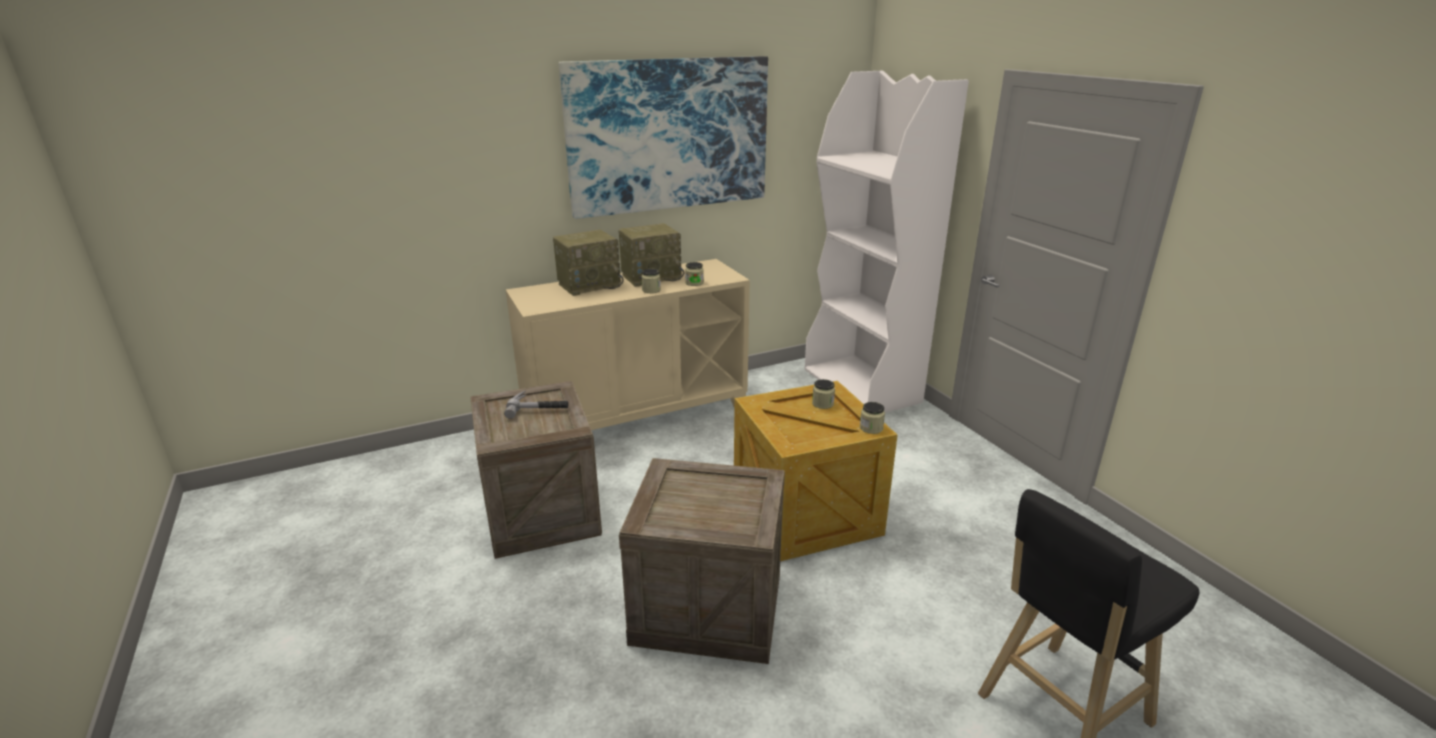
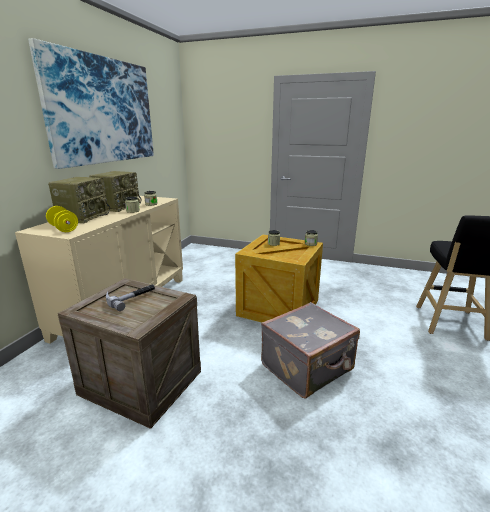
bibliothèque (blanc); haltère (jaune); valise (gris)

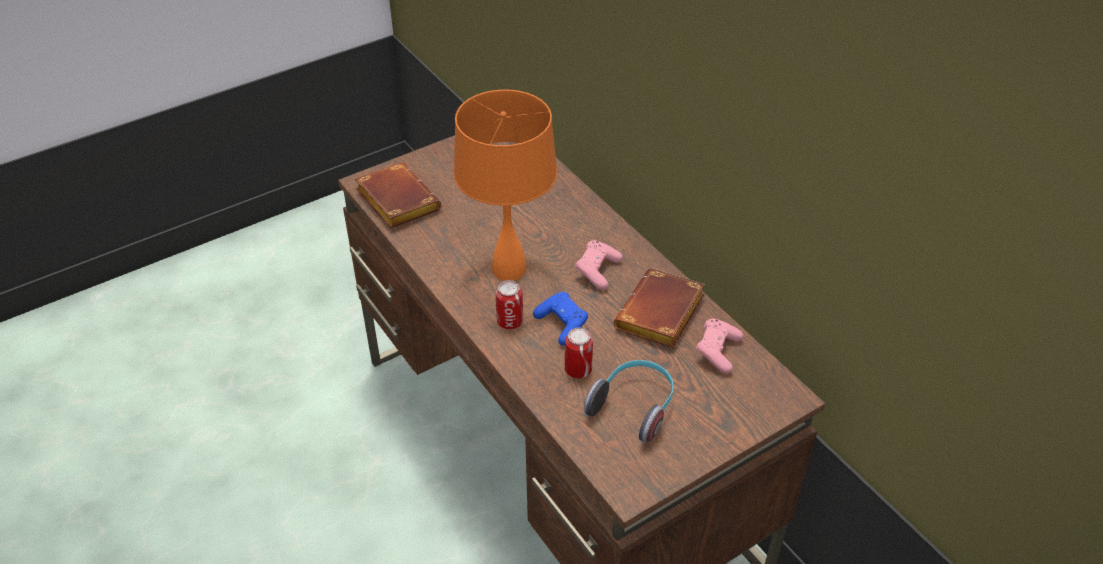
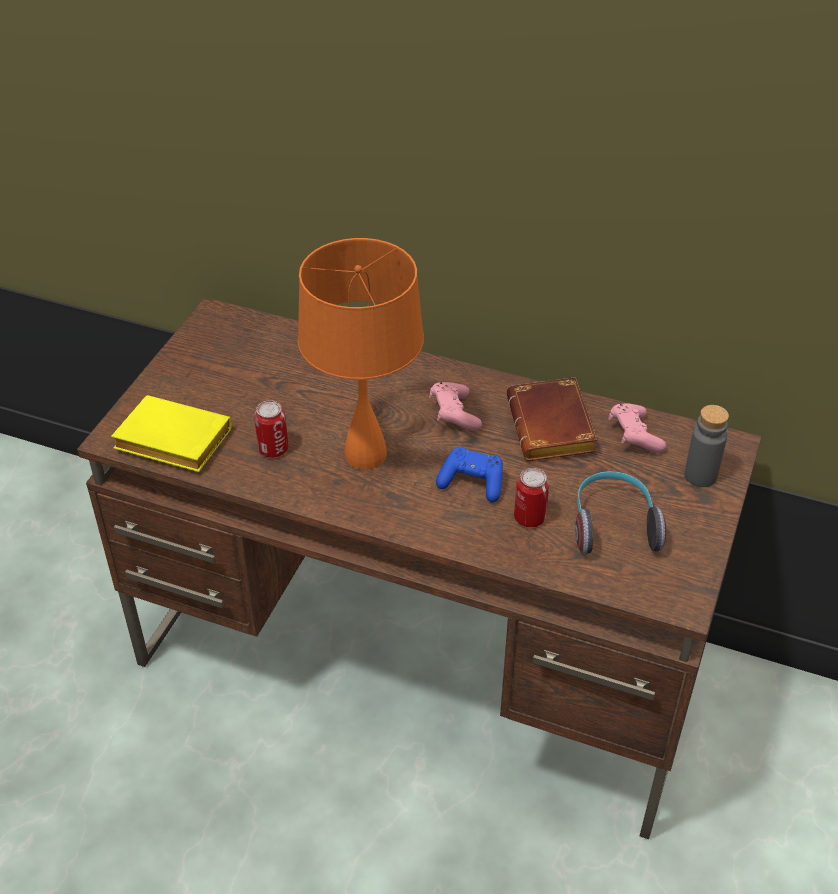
bouteille (gris); boîte métallique (no. 1 from left); livre (jaune)

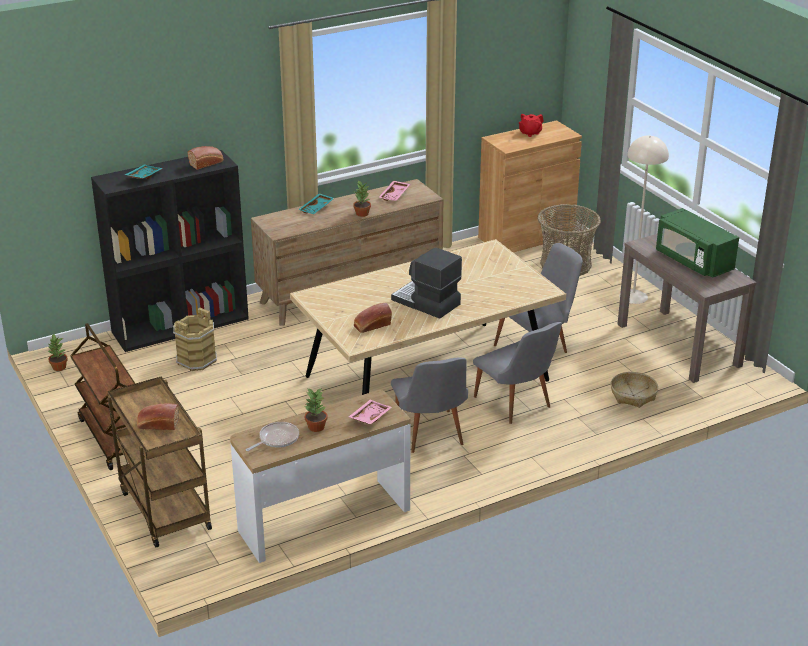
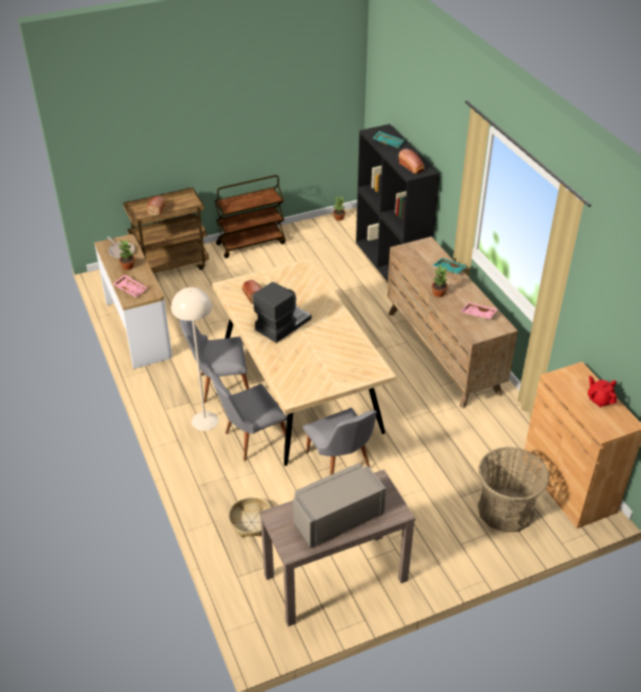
seau (marron); lampadaire (beige); micro-ondes (gris)

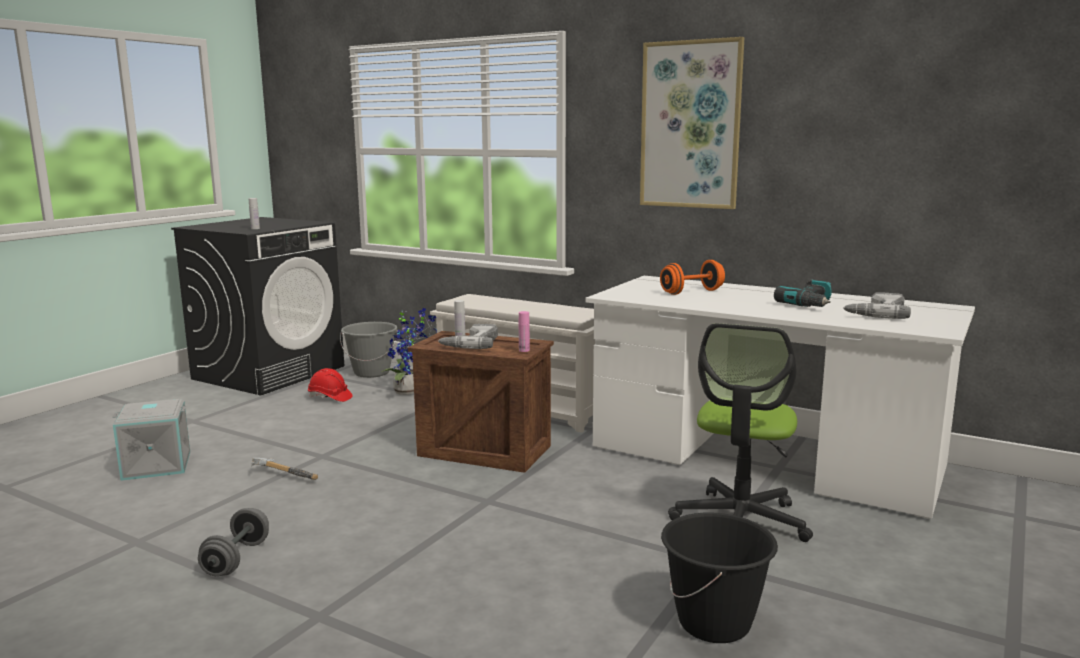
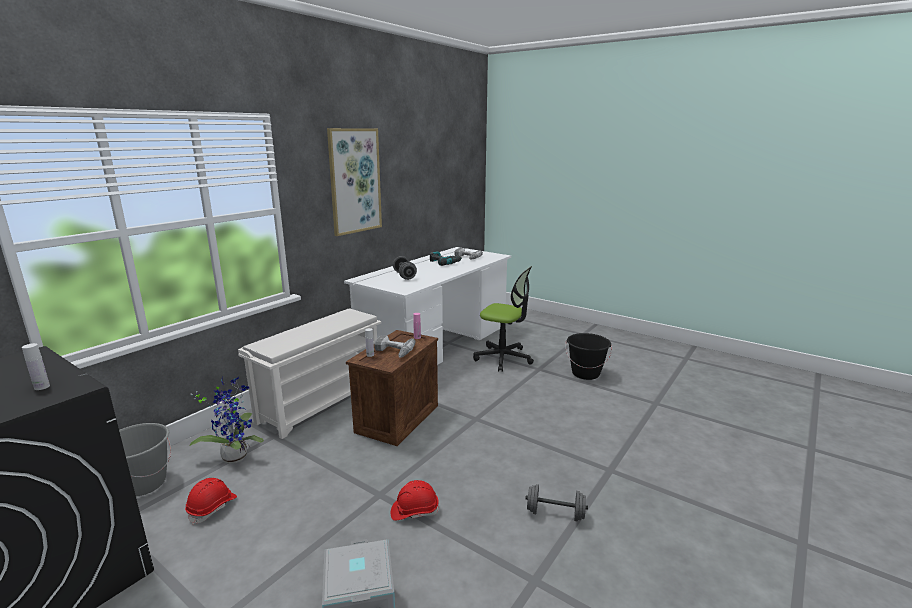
casque de chantier (rouge) (no. 2 from left); haltère (gris) (no. 1 from left)

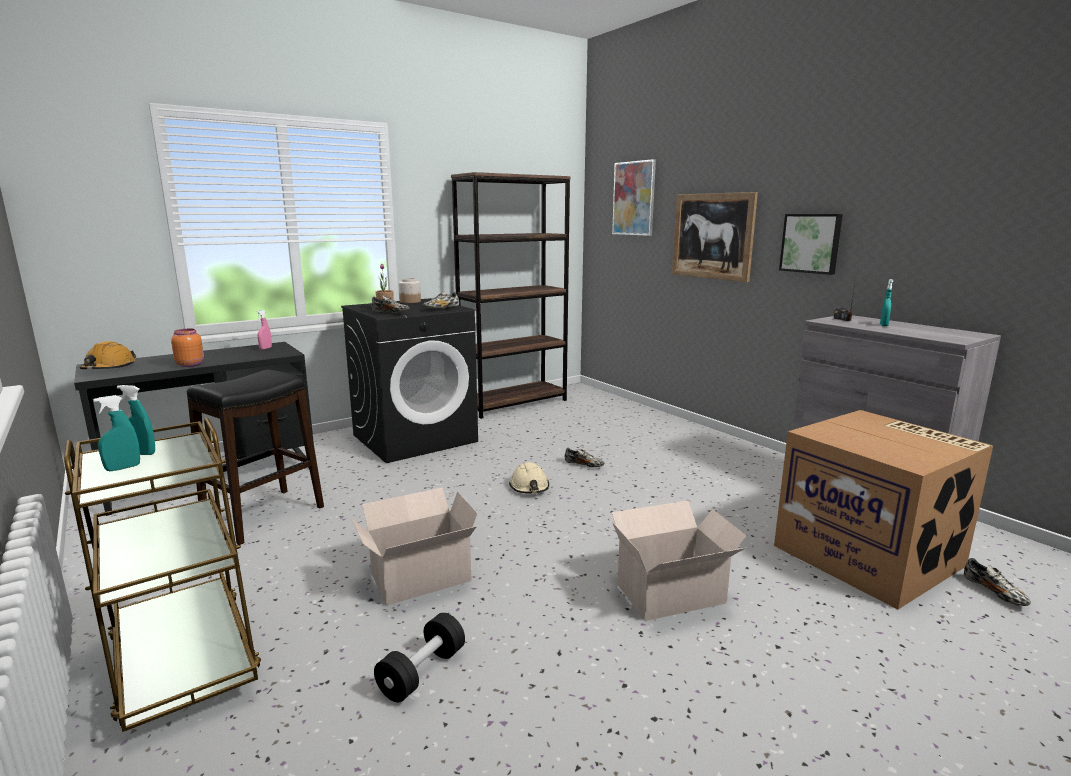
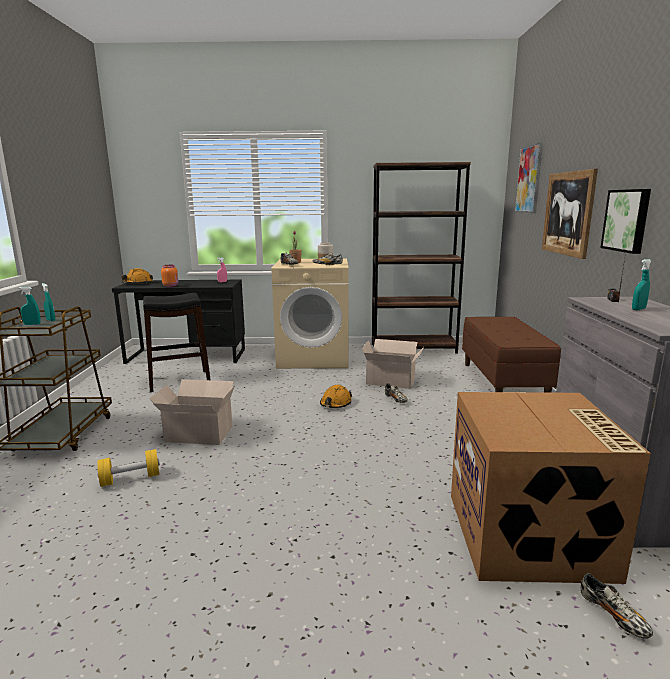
banc (marron); carton (no. 2 from left); lave-linge (beige); haltère (jaune); casque de chantier (orange) (no. 2 from left); chaussure (no. 4 from left)

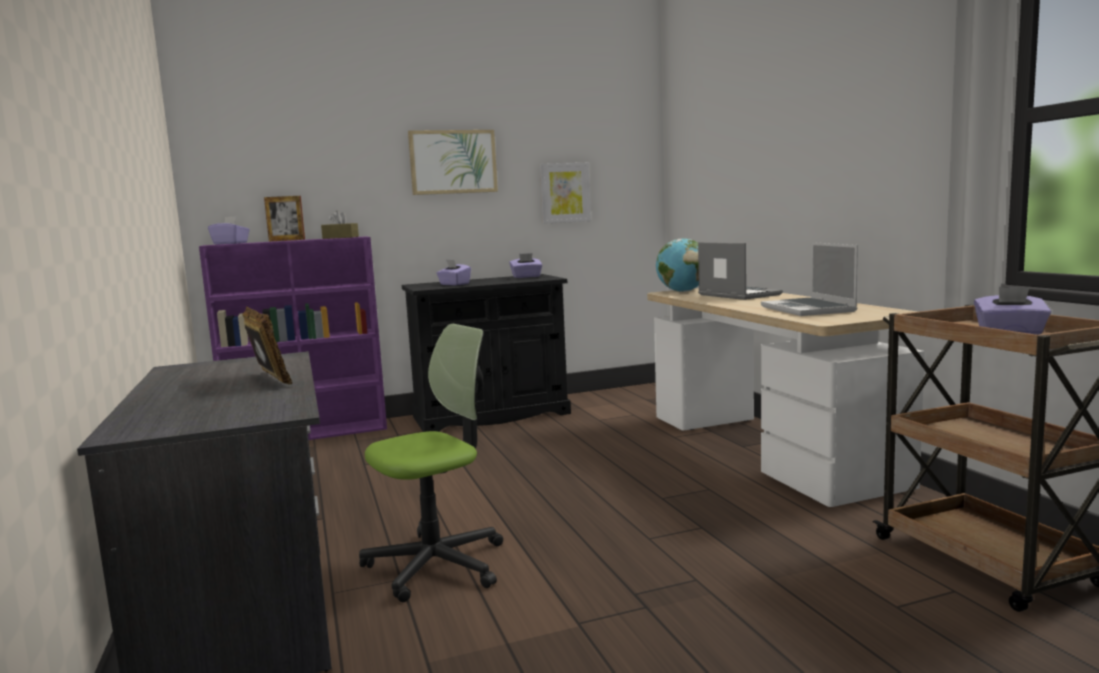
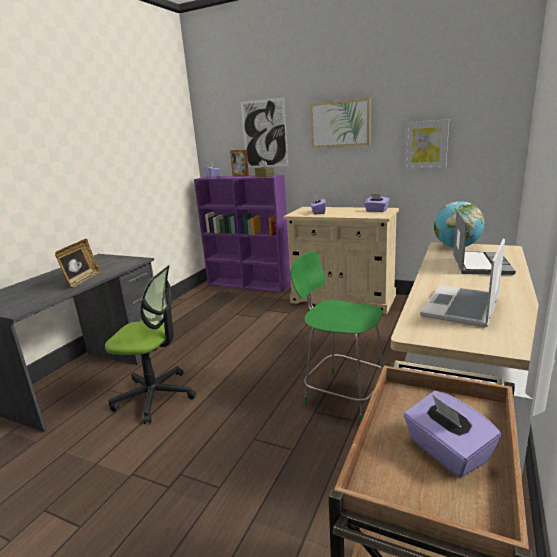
tableau (no. 1 from left); chaise (vert); meuble de rangement (beige)

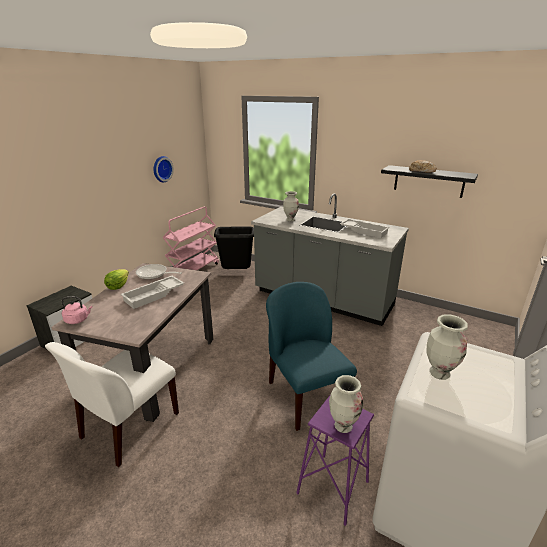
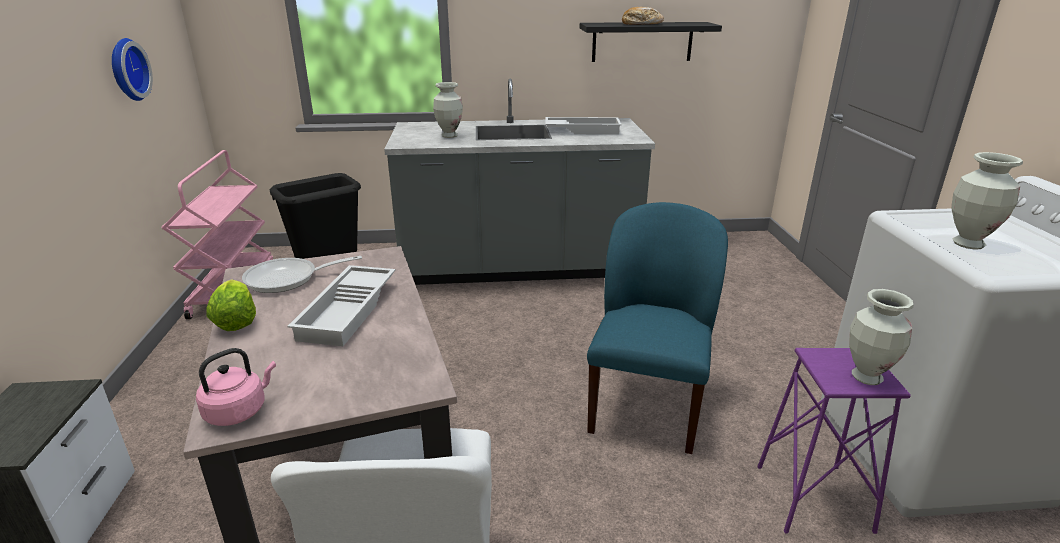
chaise (bleu)

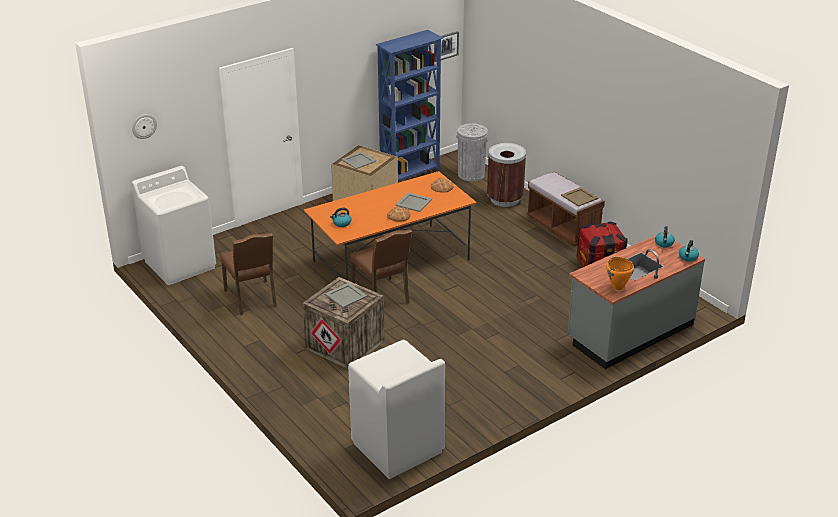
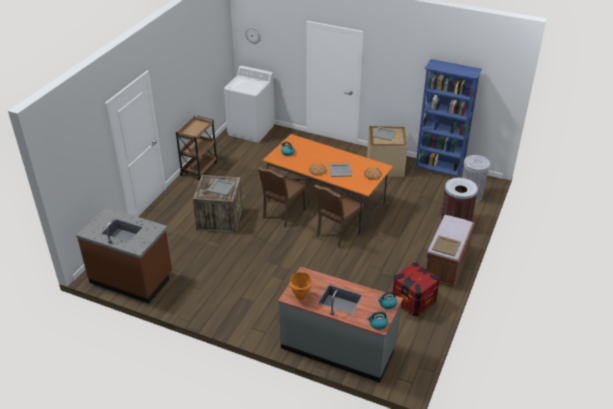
tableau; chariot (marron); chaise (marron) (no. 2 from left); comptoir de cuisine (marron)

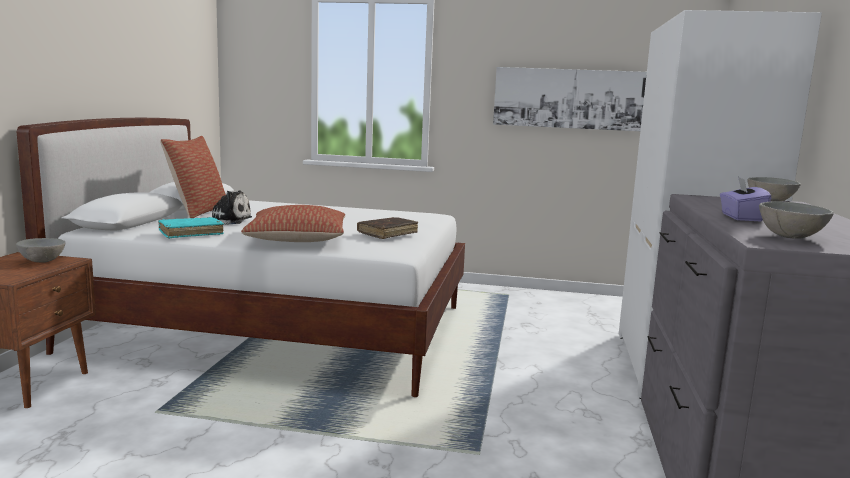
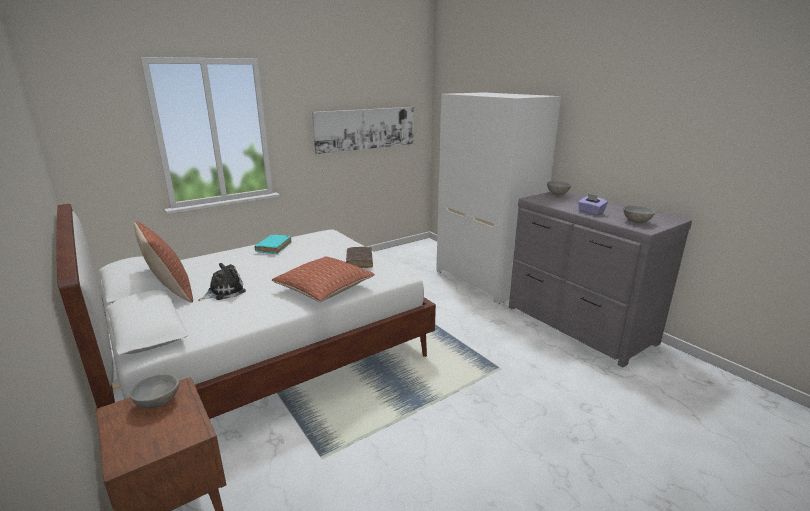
livre (turquoise)

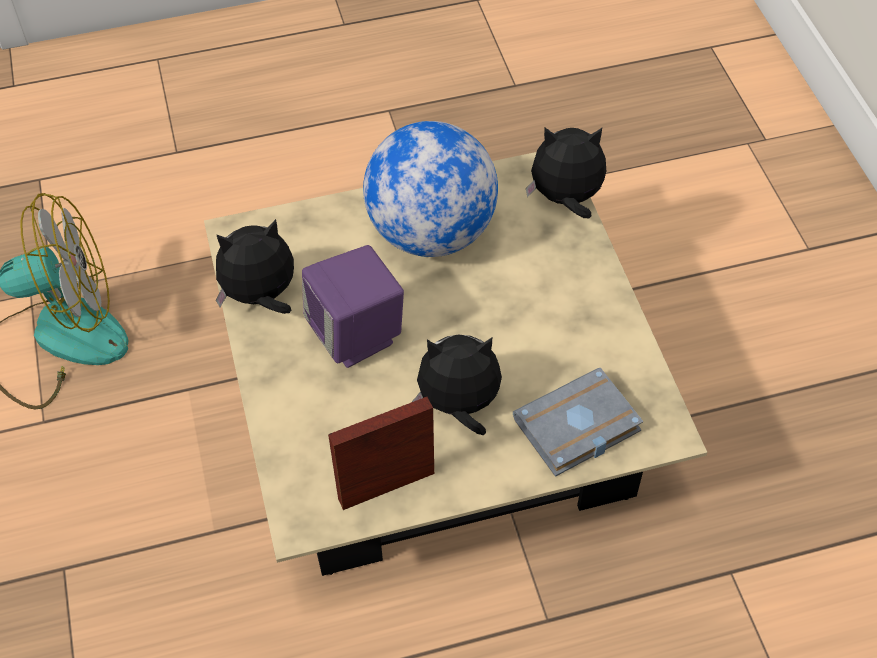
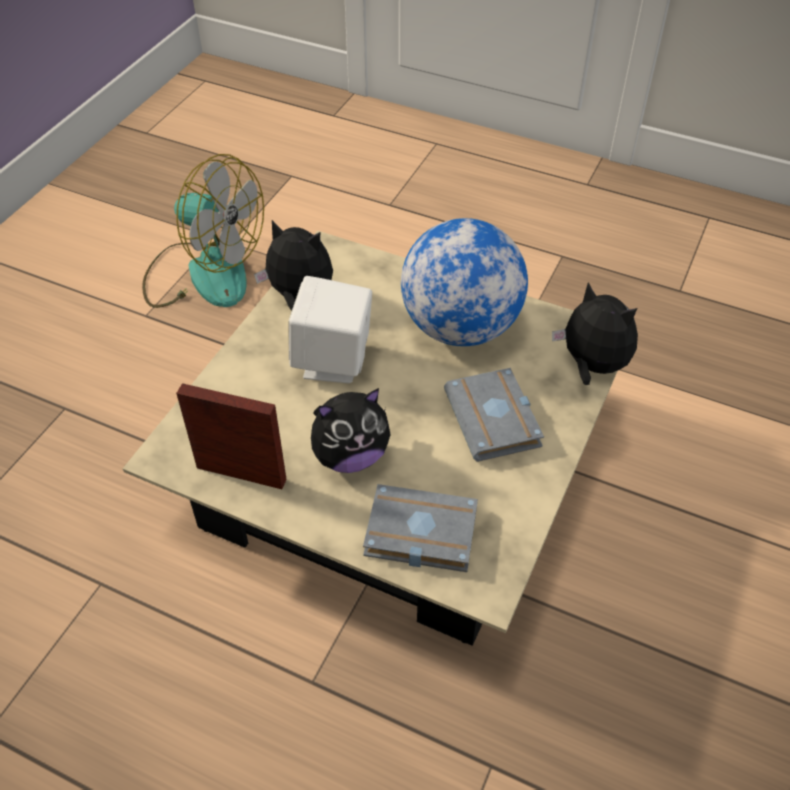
livre (gris) (no. 2 from left); enceinte (blanc); peluche (no. 2 from left)

